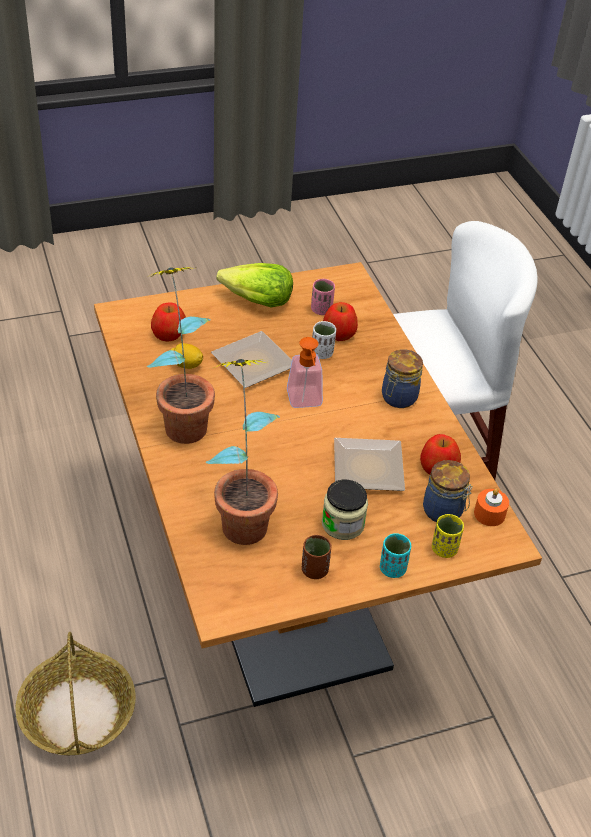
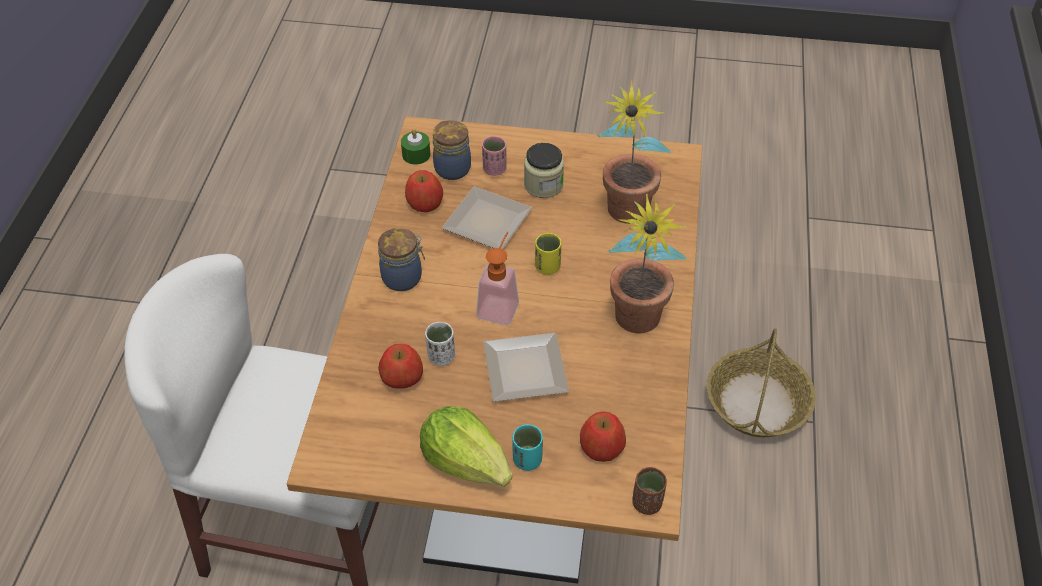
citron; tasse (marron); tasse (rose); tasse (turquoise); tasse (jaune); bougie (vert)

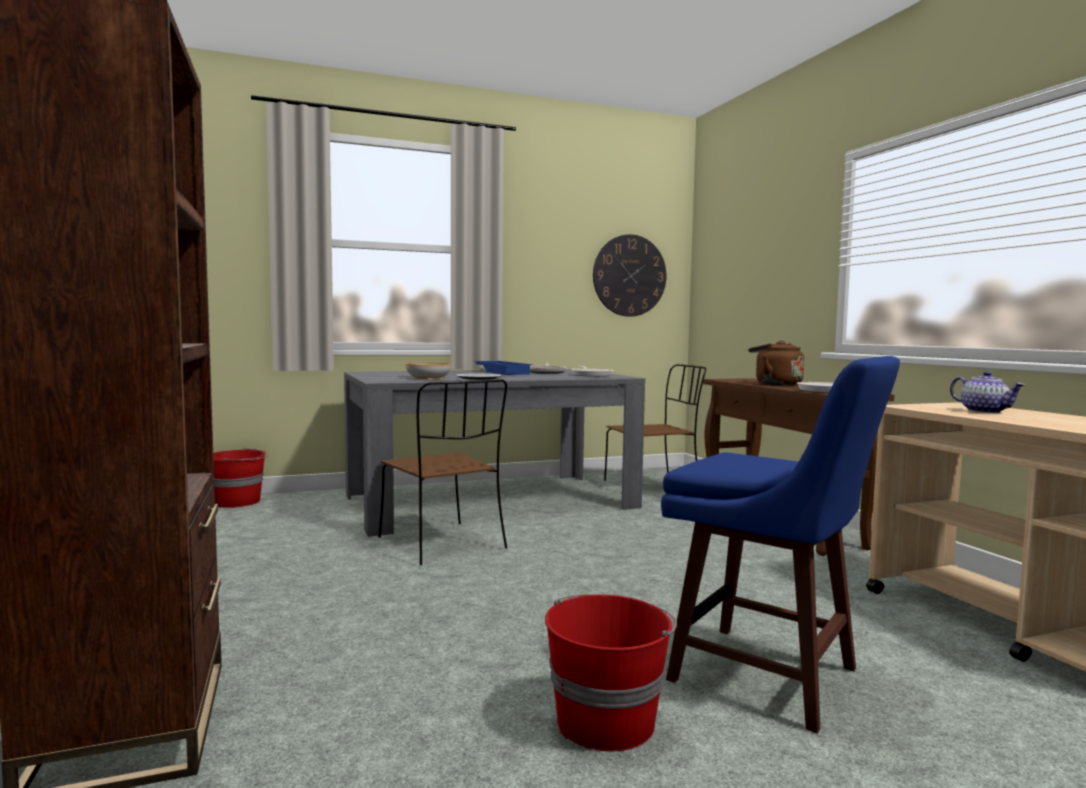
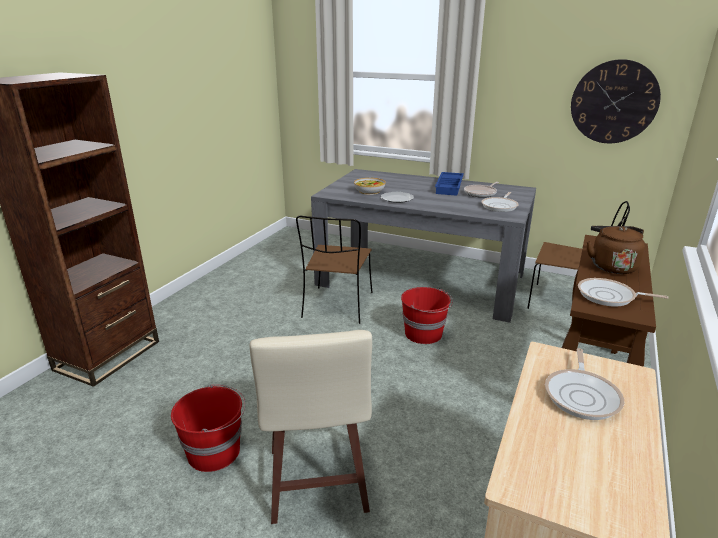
seau (rouge) (no. 2 from left); poêle (no. 3 from left); tabouret (beige)

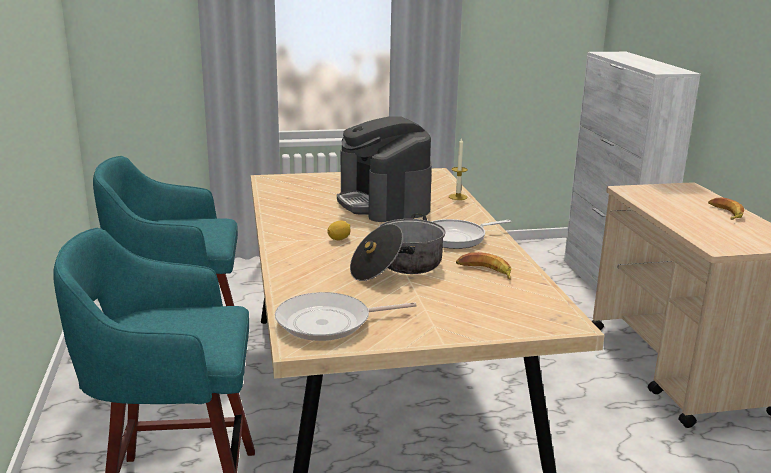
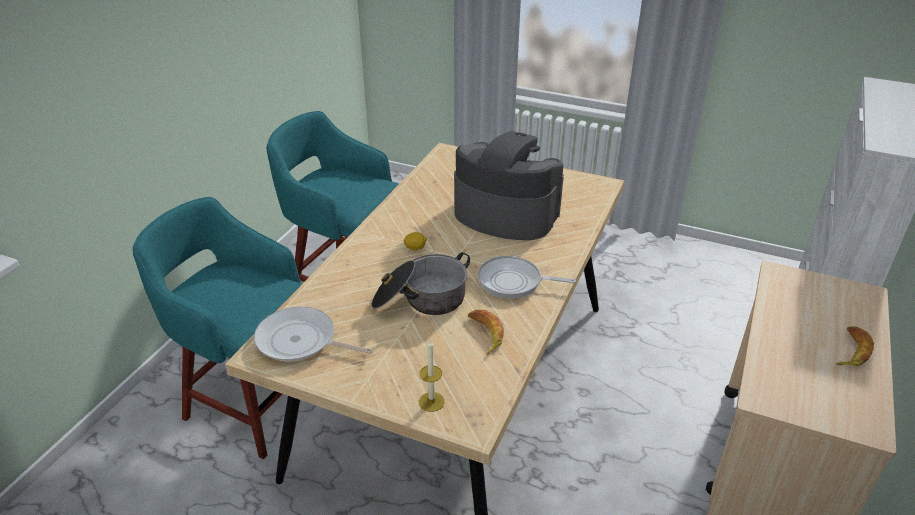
bougie; machine à café

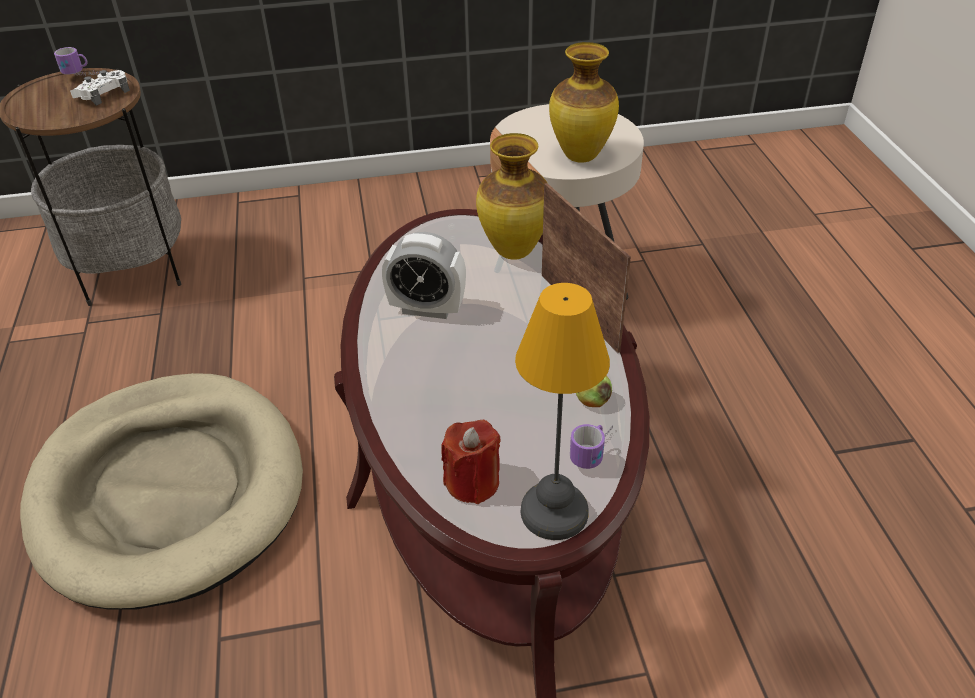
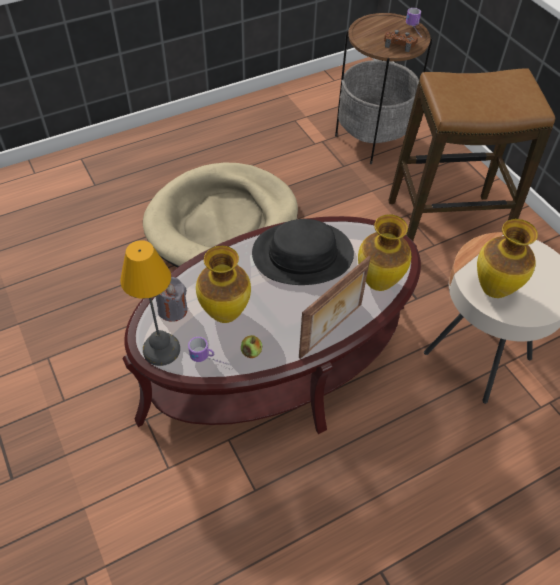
vase (no. 1 from left); tabouret; chapeau (noir); manette (marron); bougie (gris)

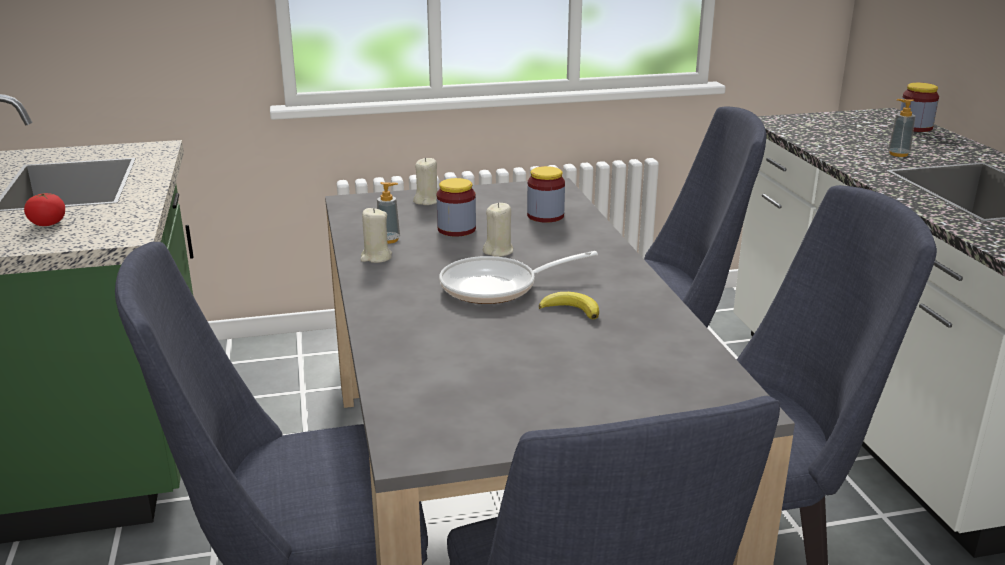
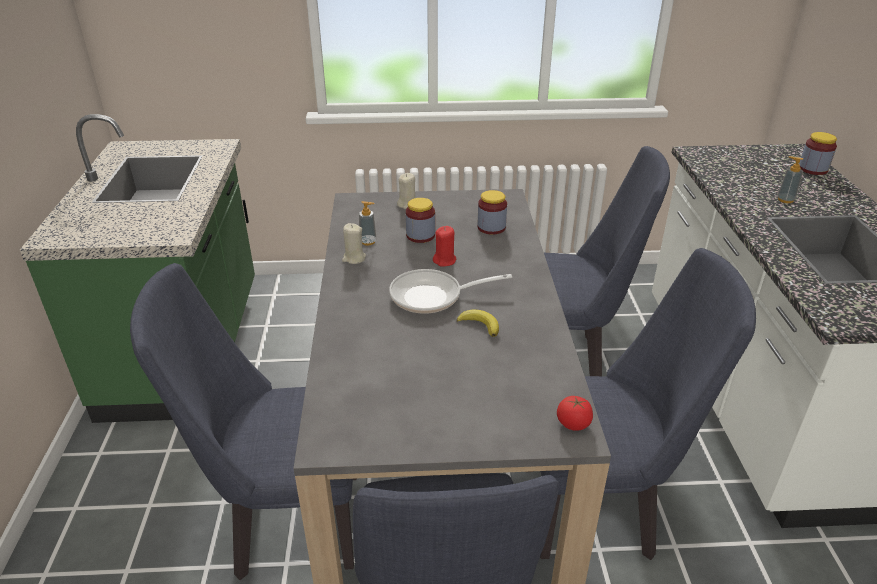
tomate; bougie (rouge)

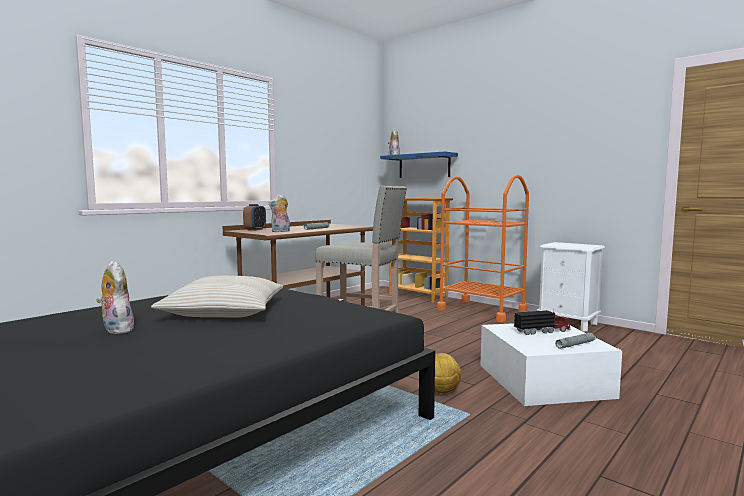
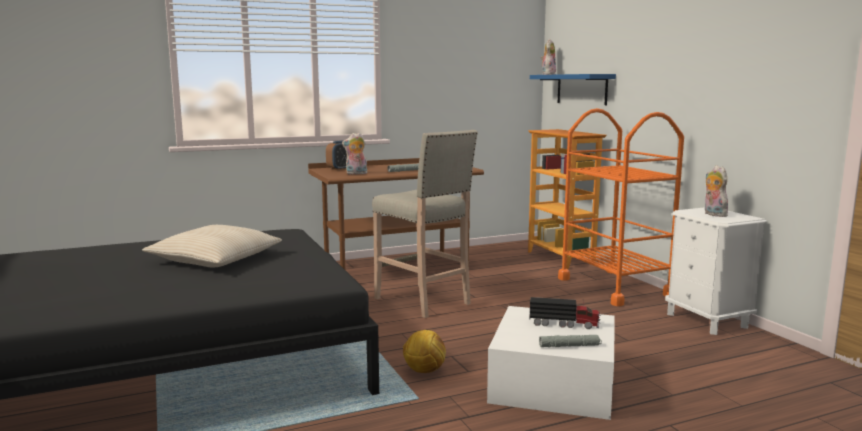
peluche (no. 3 from left)

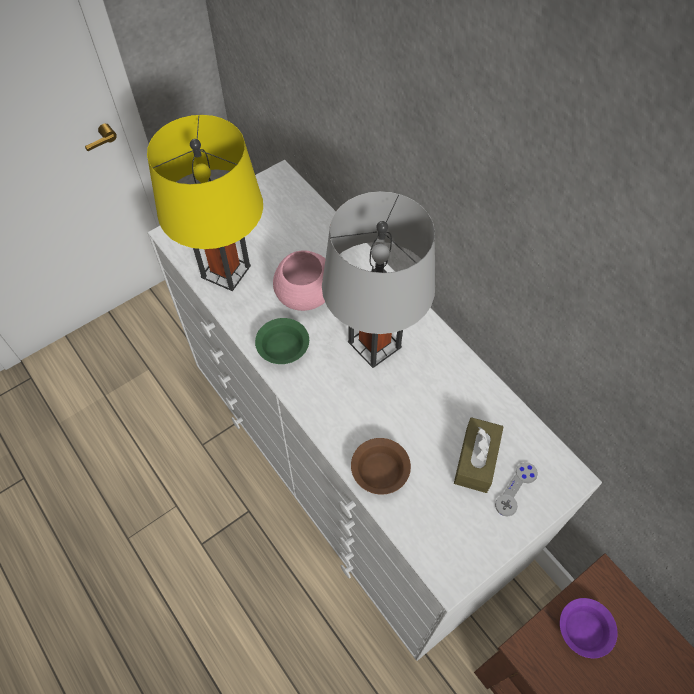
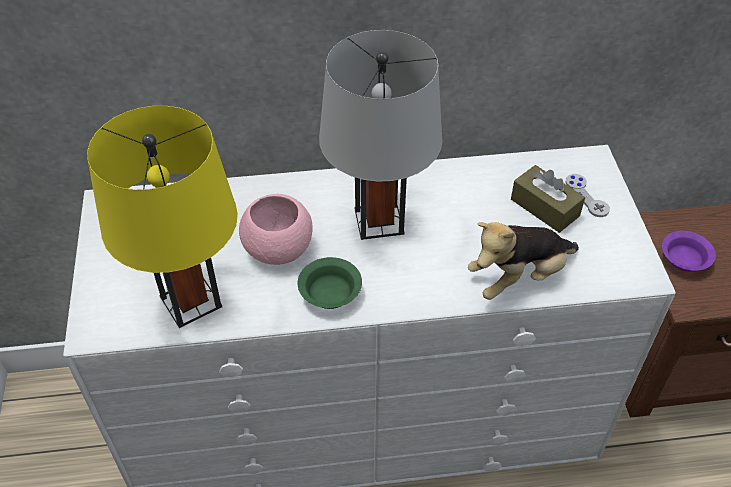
peluche

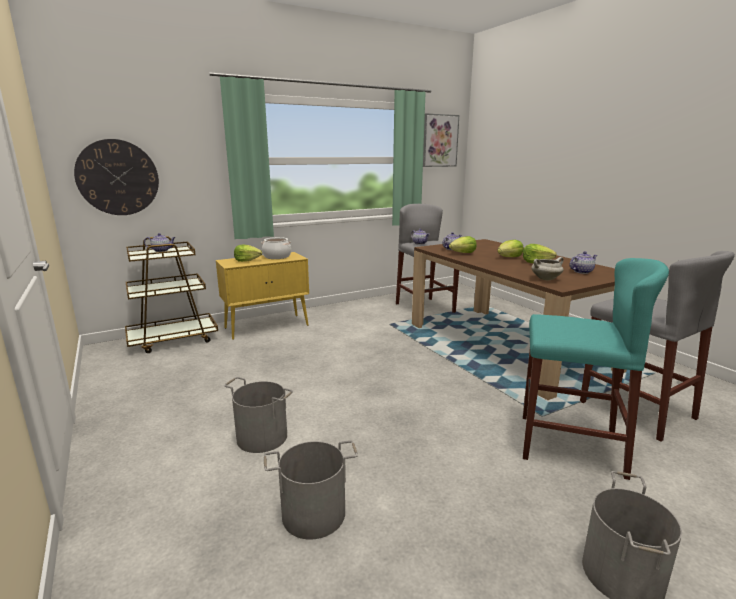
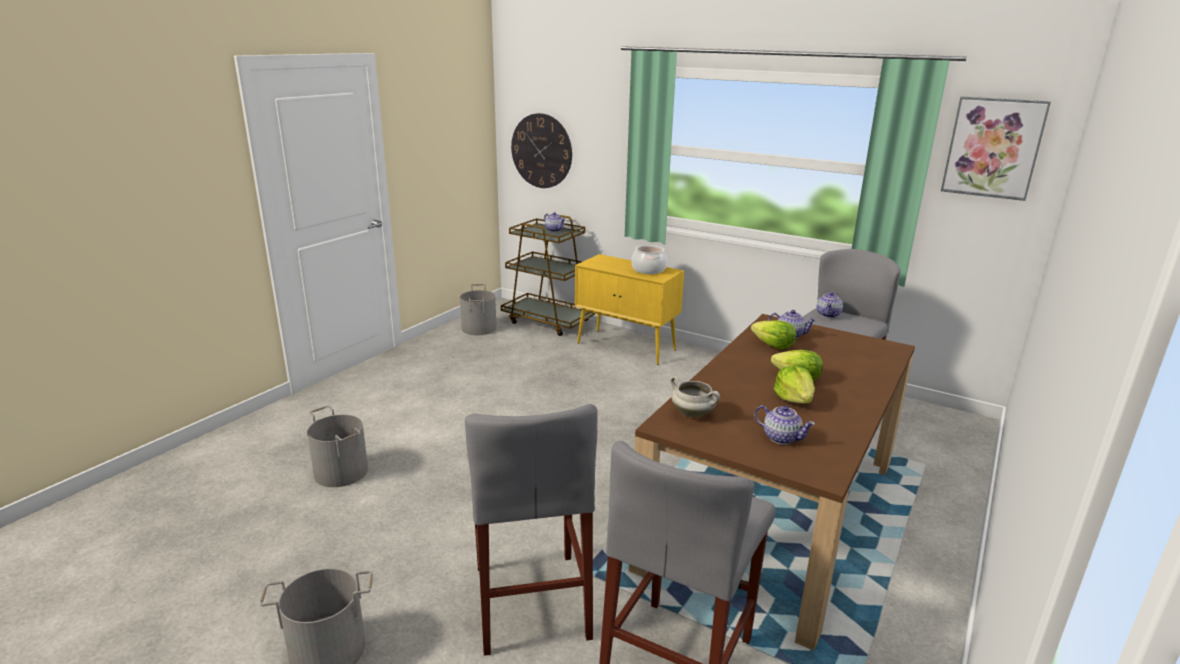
laitue (no. 1 from left in the first image); seau (gris) (no. 3 from left); tabouret (gris) (no. 1 from left)

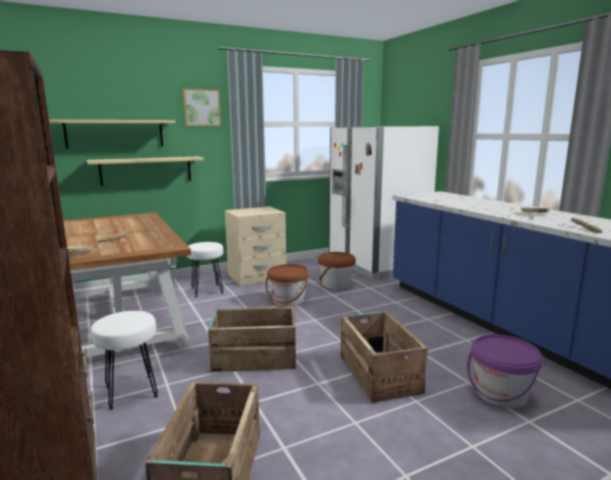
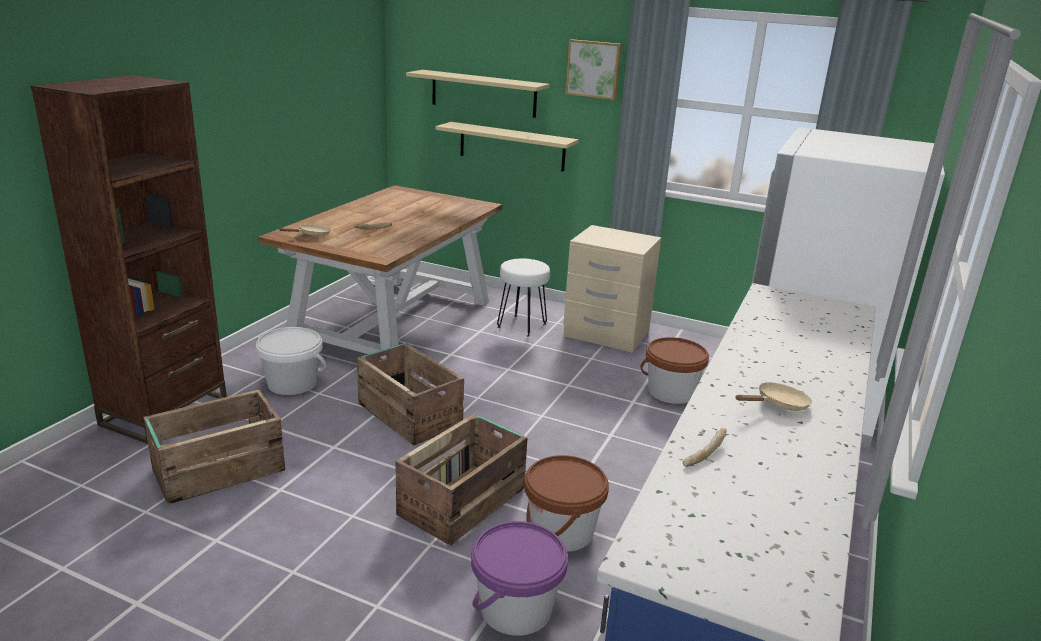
seau (marron) (no. 1 from left); seau (blanc)

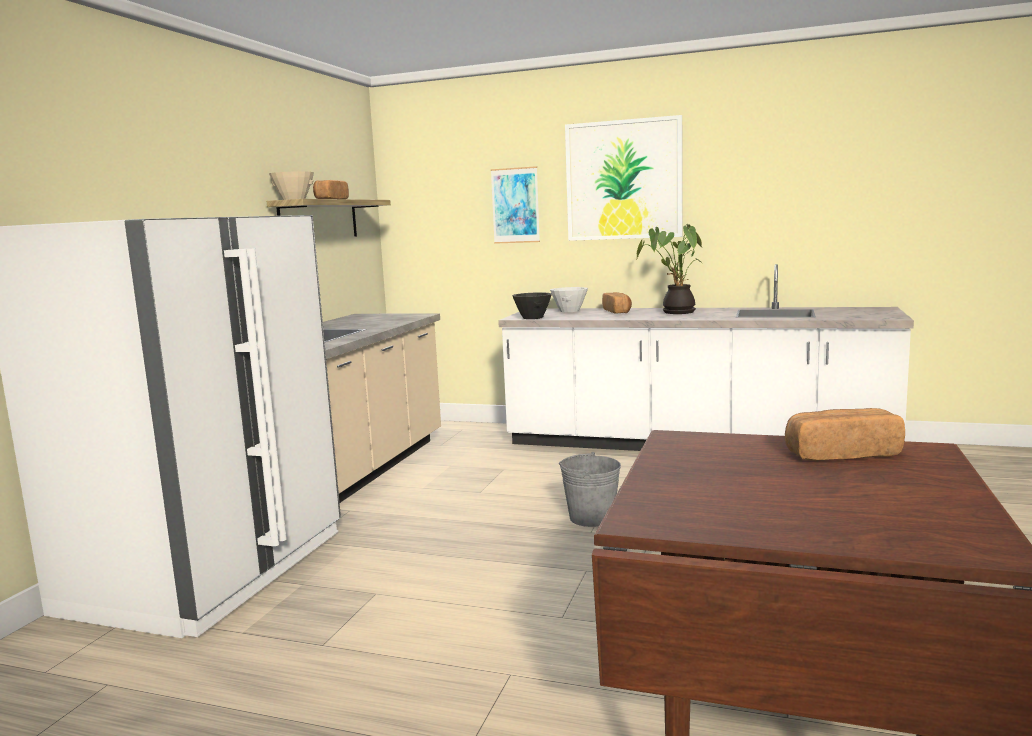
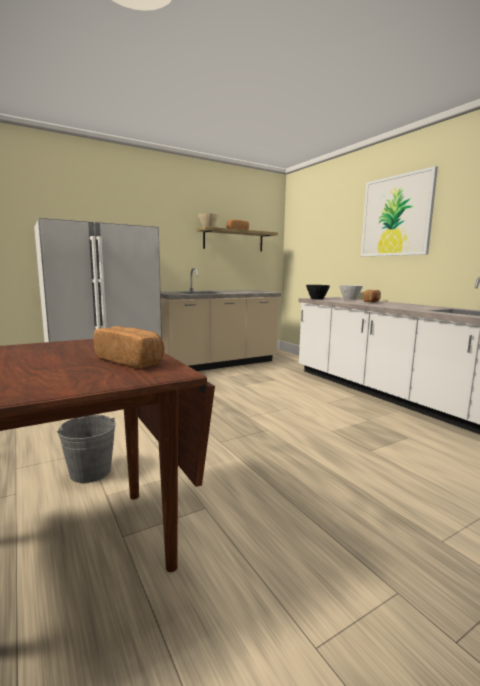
tableau (no. 1 from left in the first image); plante en pot; seau (gris)

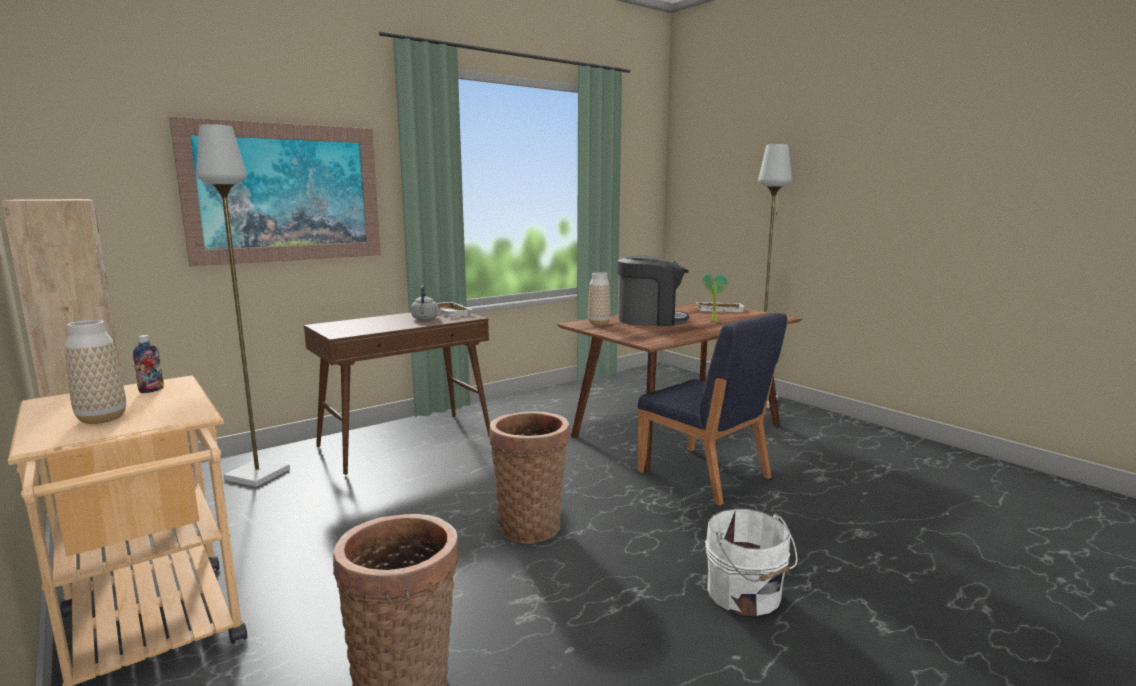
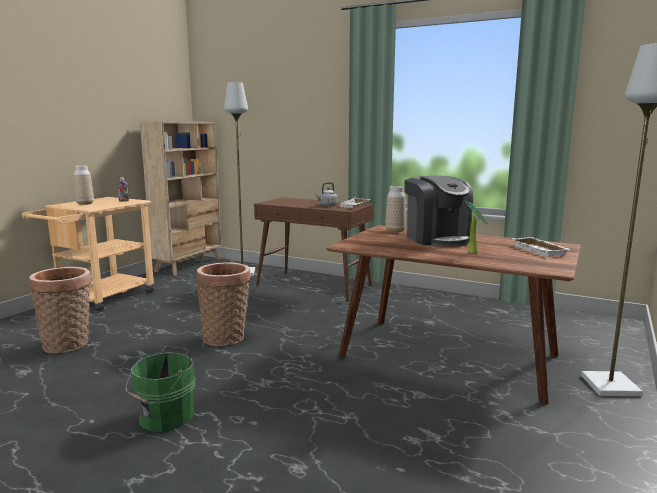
tableau; chaise (bleu); seau (vert)

